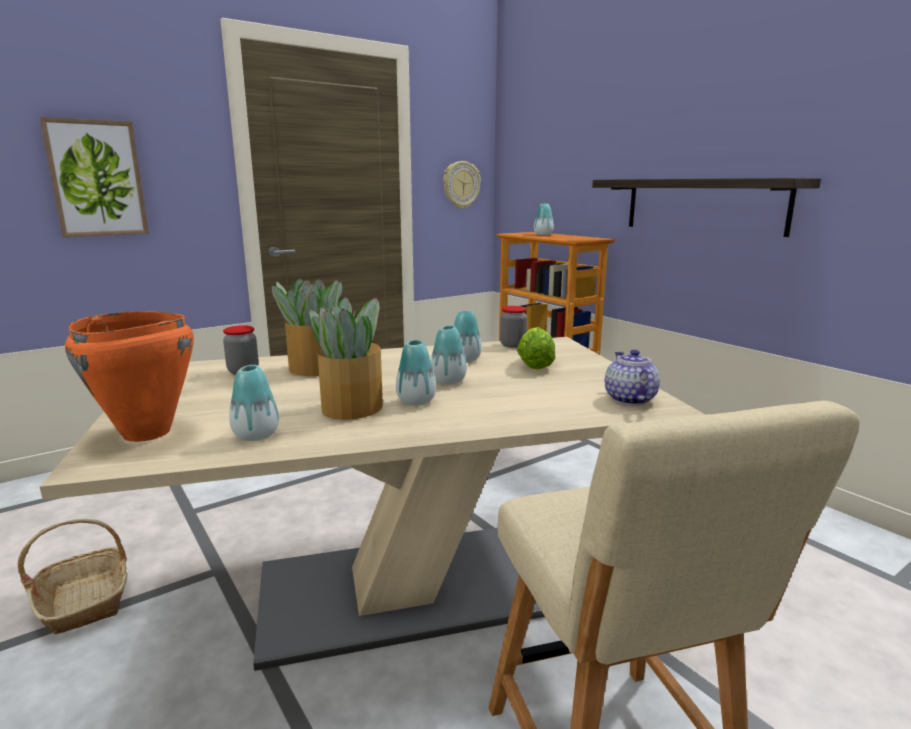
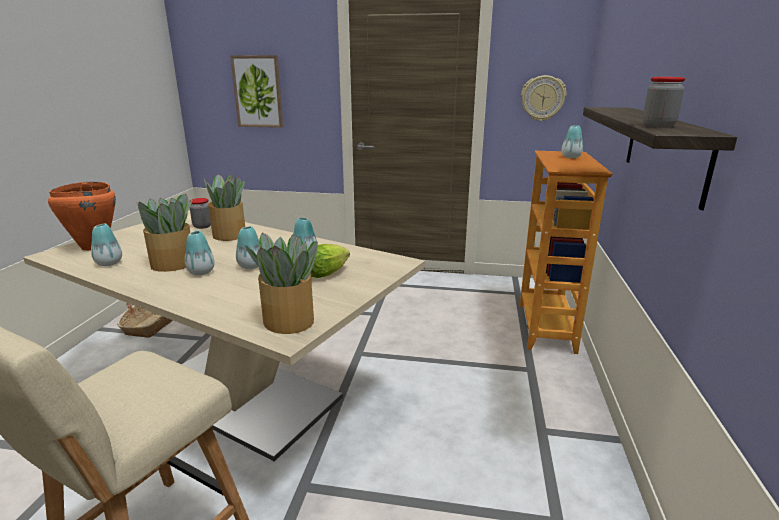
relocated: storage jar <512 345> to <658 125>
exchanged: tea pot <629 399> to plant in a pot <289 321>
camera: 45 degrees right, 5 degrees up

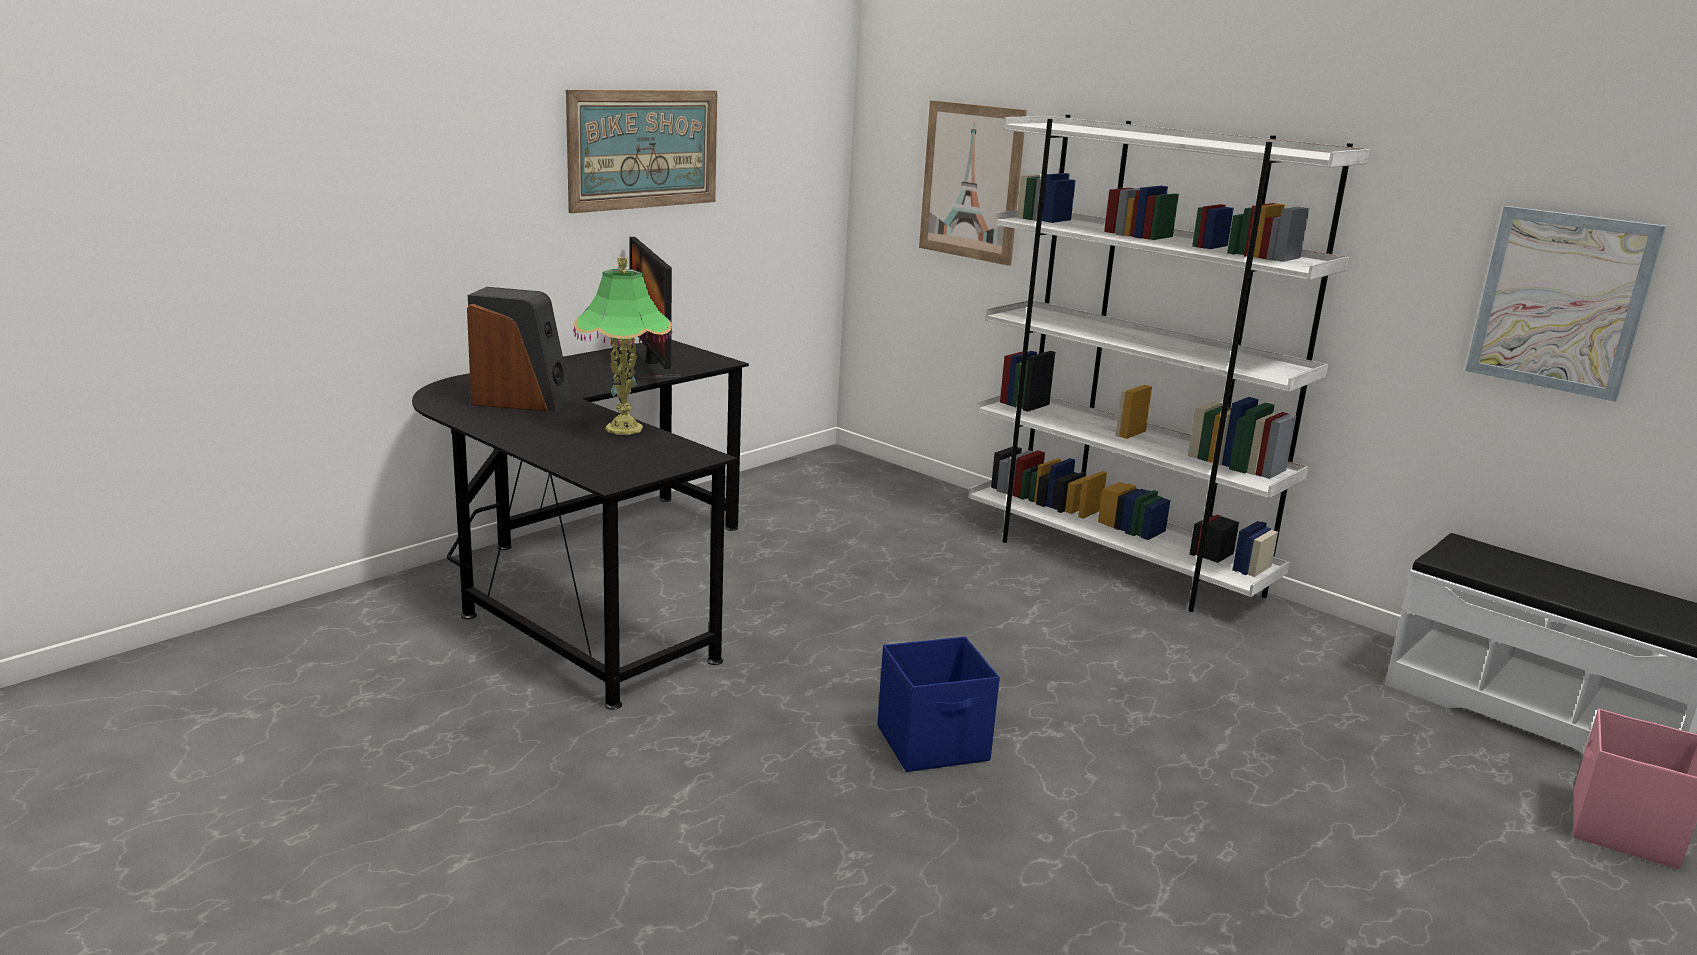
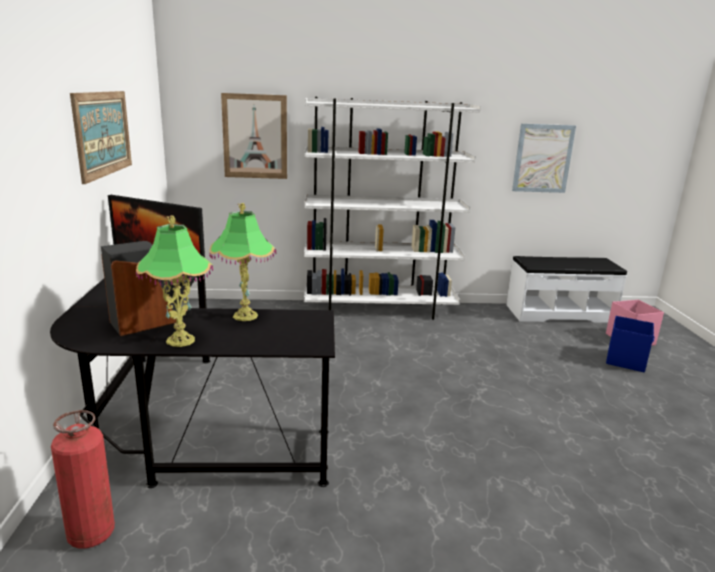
appeared: tabletop lamp <180 340>; extinguisher <91 534>
relocated: bluish storage bin <934 744> to <626 360>
camera: 45 degrees left, 0 degrees up

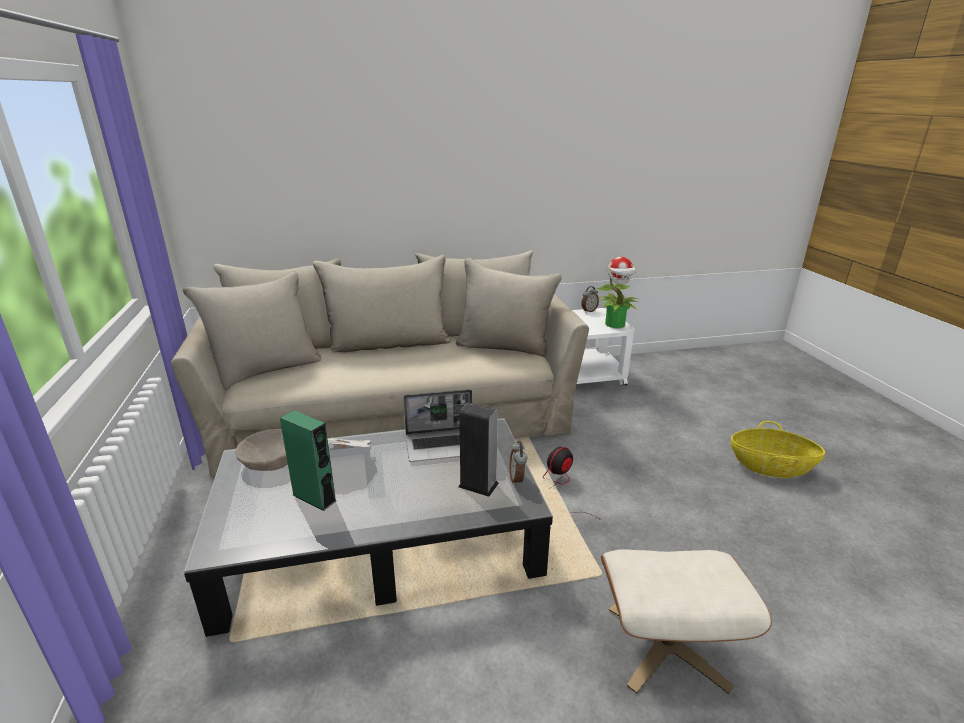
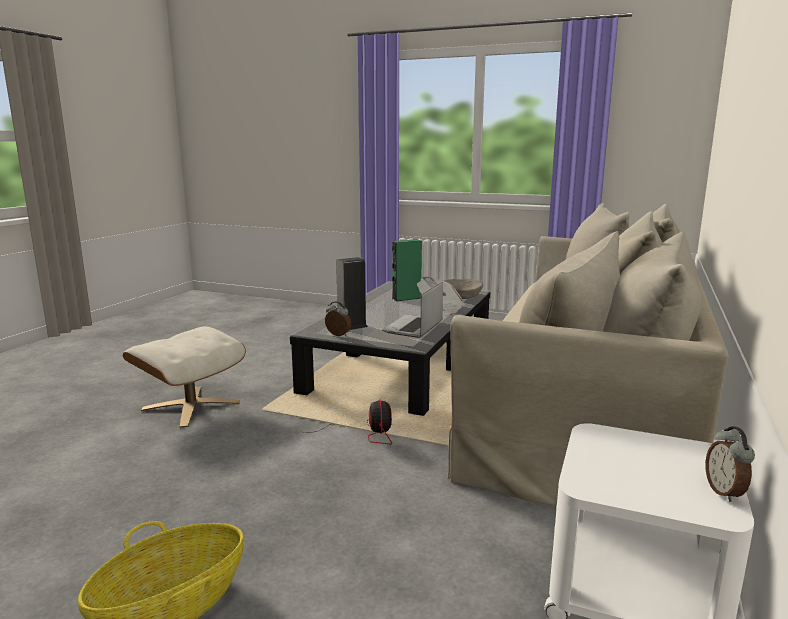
missing: plant in a pot <615 324>
camera: 125 degrees right, 10 degrees down

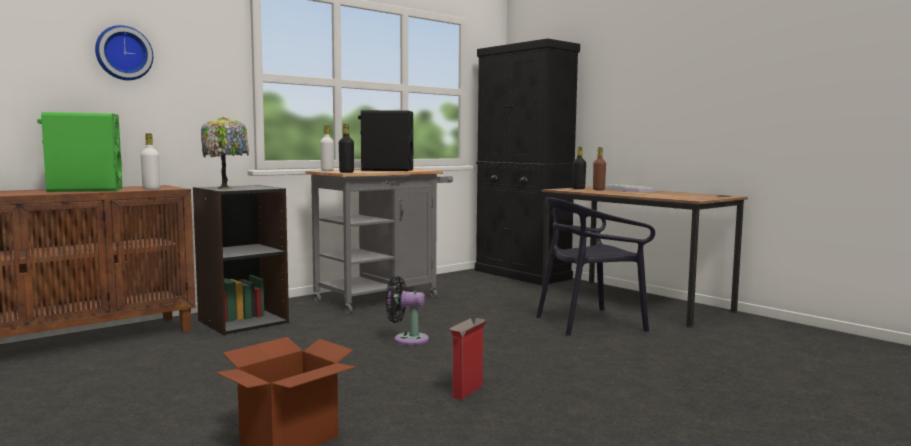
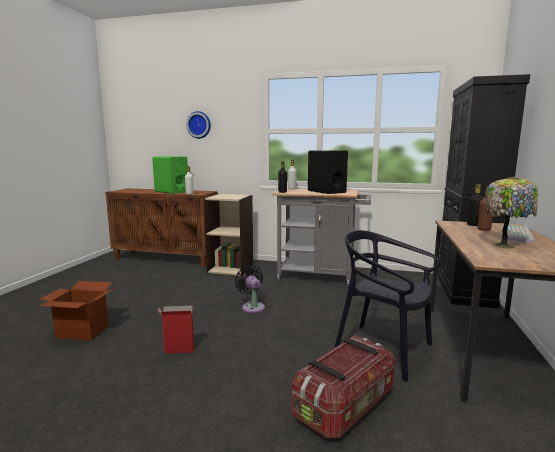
appeared: storage bin <346 406>
relocated: tabletop lamp <226 188> to <505 246>
colour: black bookcase <243 321> to sand-coloured bookcase <231 268>
camera: 55 degrees right, 5 degrees up

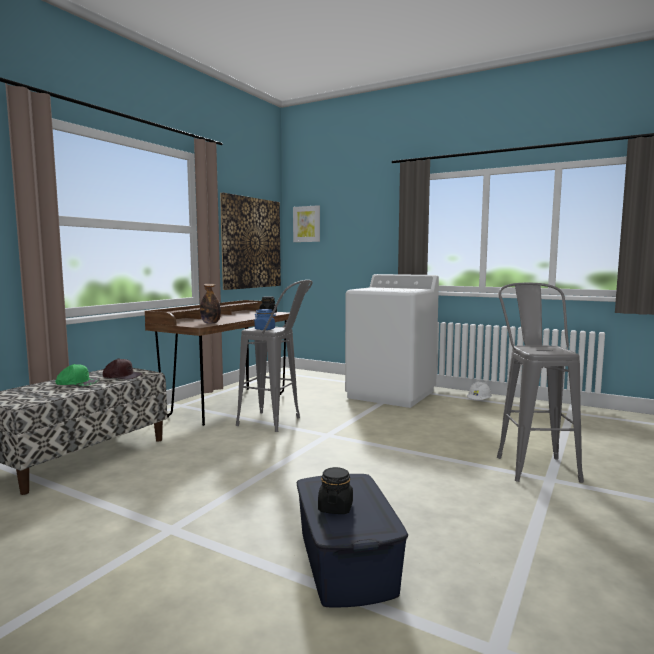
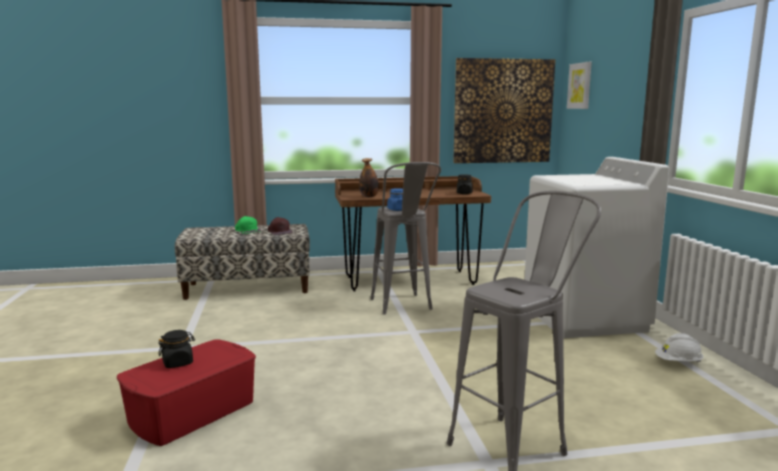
colour: bluish storage bin <345 562> to reddish storage bin <192 412>
camera: 50 degrees right, 5 degrees up

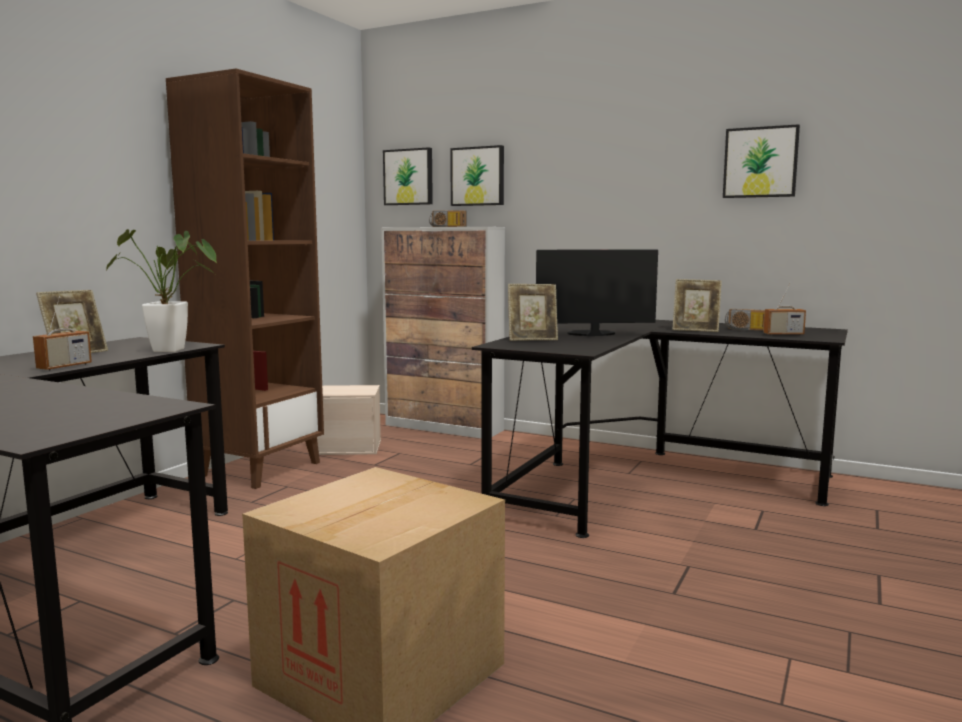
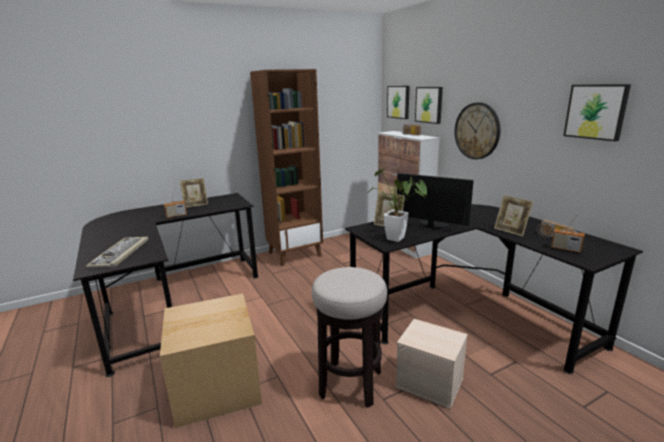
appeared: hanging clock <477 131>; PC keyboard <121 254>; stool <350 384>
relocated: plant in a pot <176 350> to <399 239>; sand-coloured storage bin <350 447> to <430 382>
camera: 35 degrees right, 10 degrees up

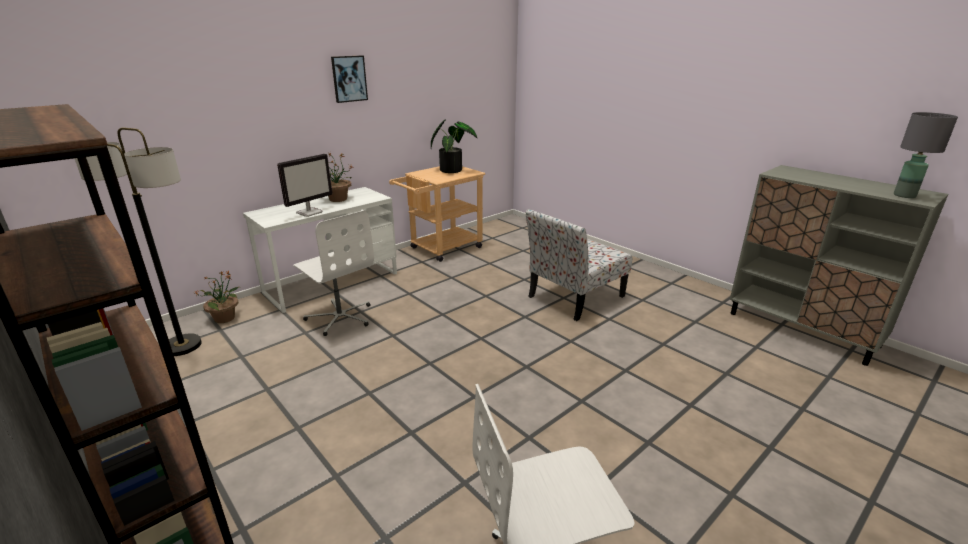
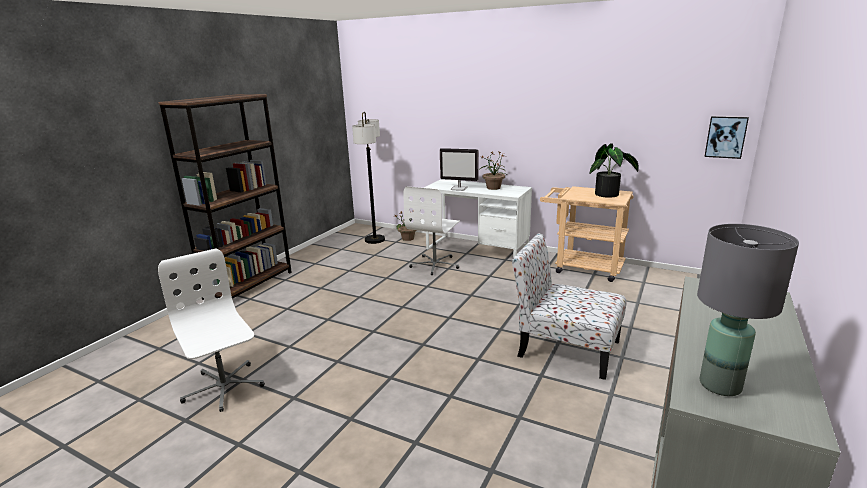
relocated: picture <349 79> to <725 137>
camera: 70 degrees right, 5 degrees down

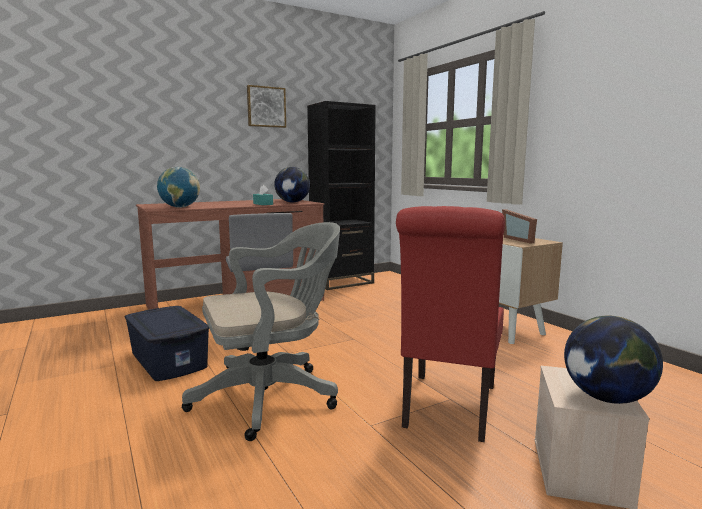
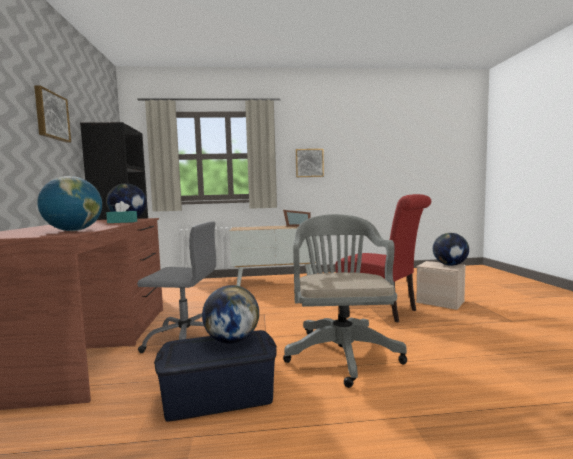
appeared: picture <309 163>; desk globe <232 340>
camera: 65 degrees left, 5 degrees down

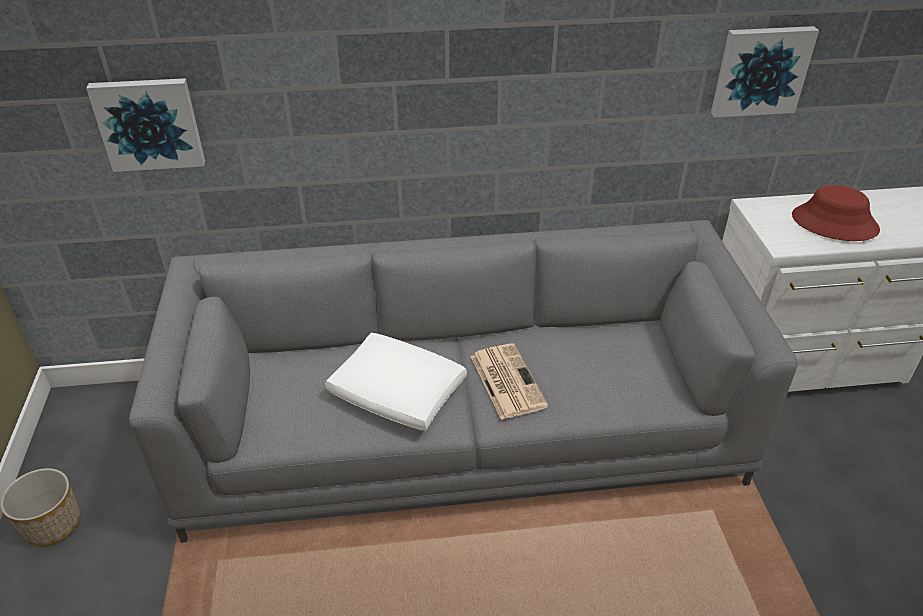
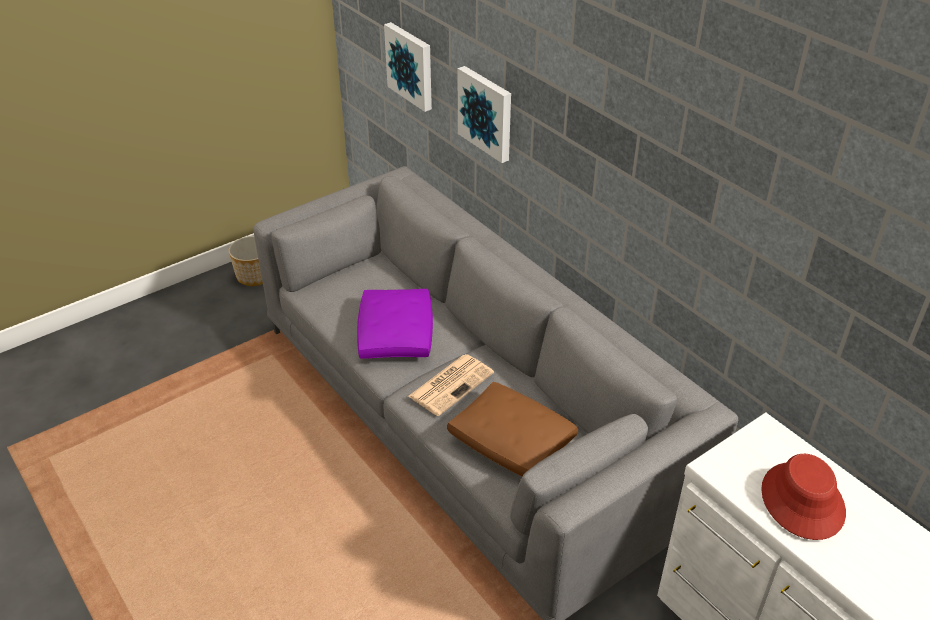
appeared: brown pillow <512 442>
relocated: picture <760 70> to <486 113>
colour: white-coloured pillow <396 392> to purple pillow <395 333>
camera: 60 degrees right, 0 degrees up

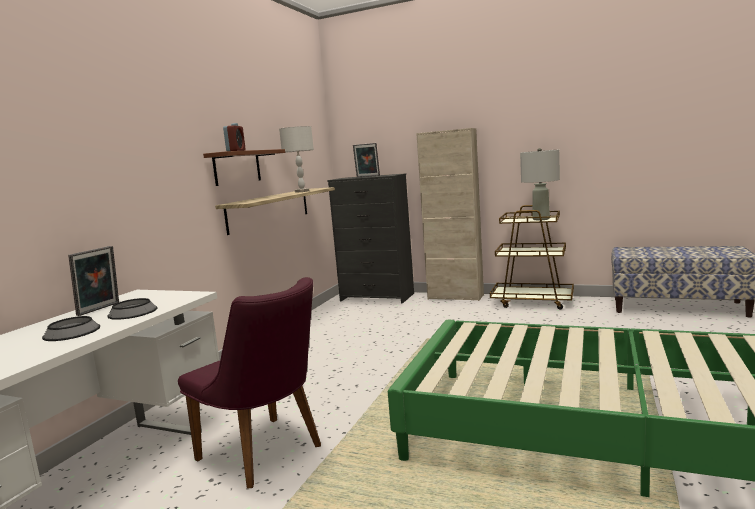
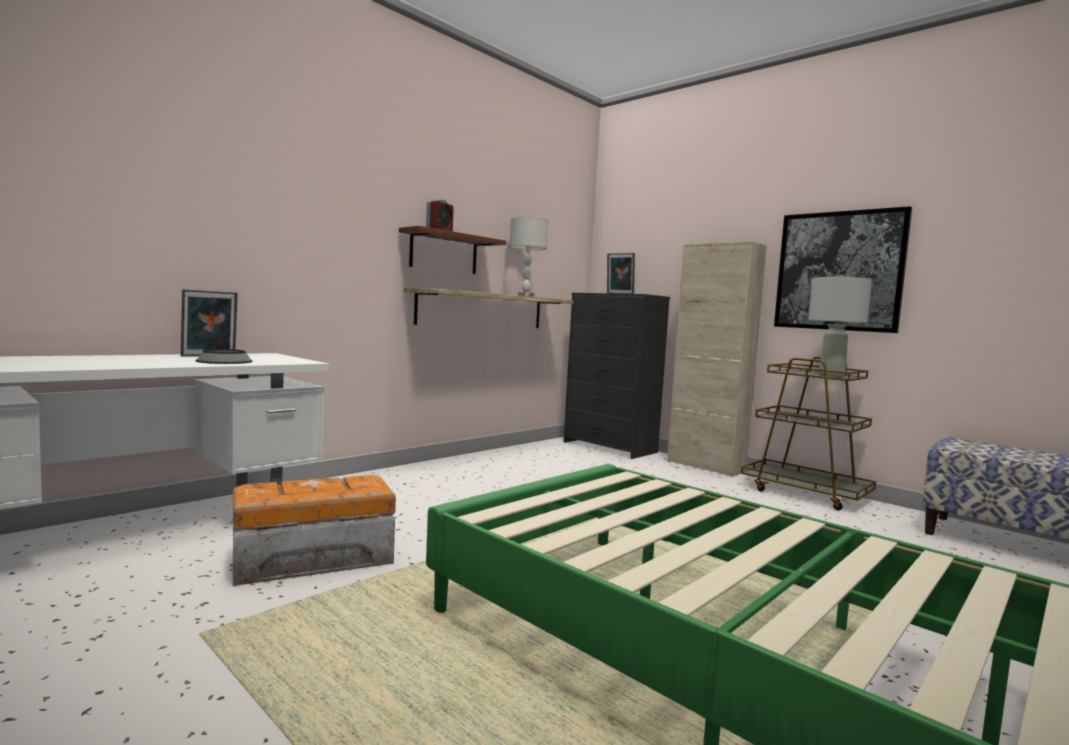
missing: bowl <72 332>
appeared: picture <839 271>
exchanged: purple plain chair <267 455> to storage bin <311 559>
camera: 20 degrees right, 5 degrees down

